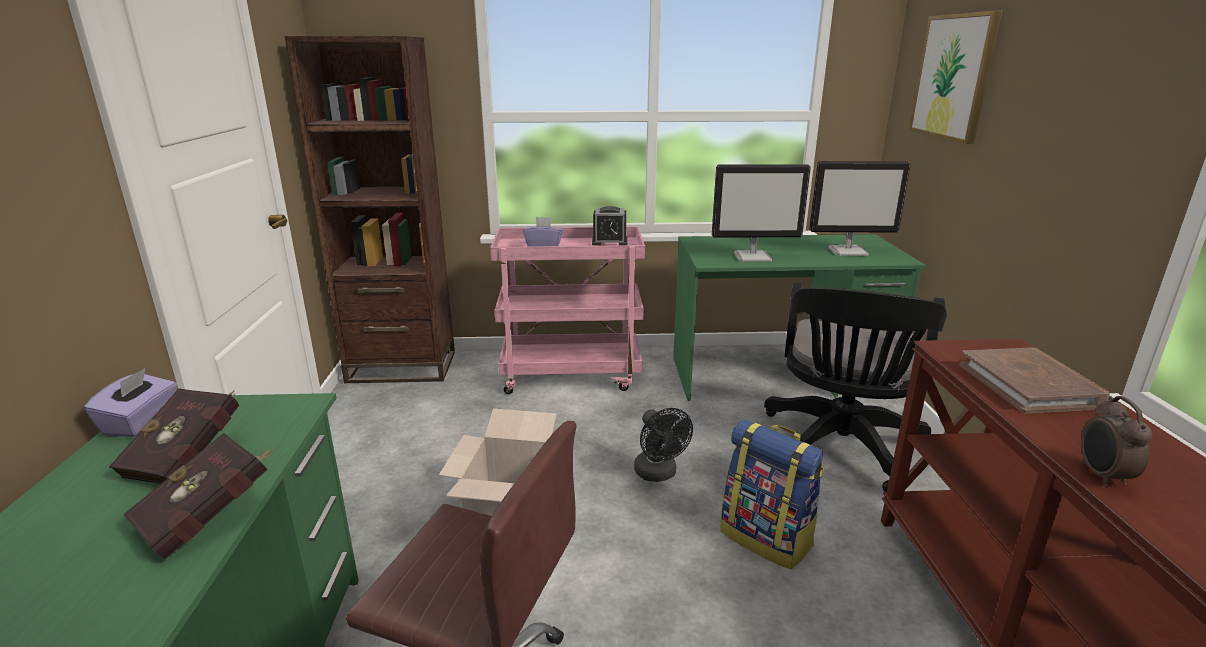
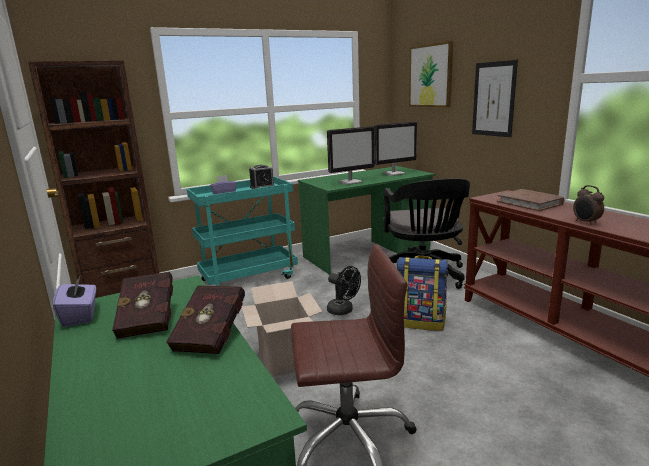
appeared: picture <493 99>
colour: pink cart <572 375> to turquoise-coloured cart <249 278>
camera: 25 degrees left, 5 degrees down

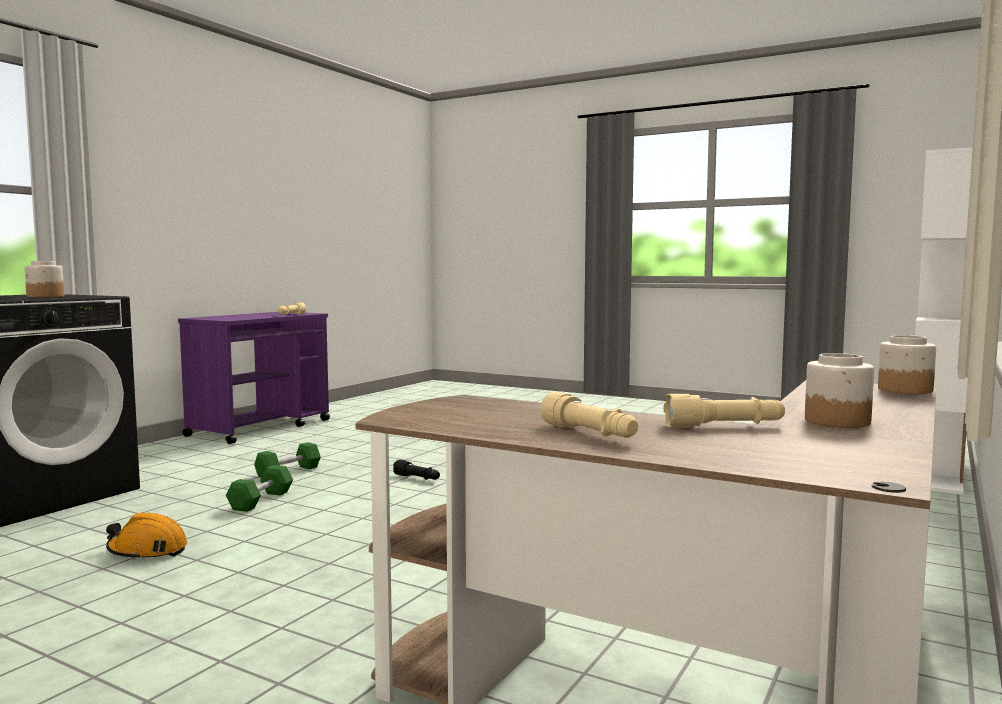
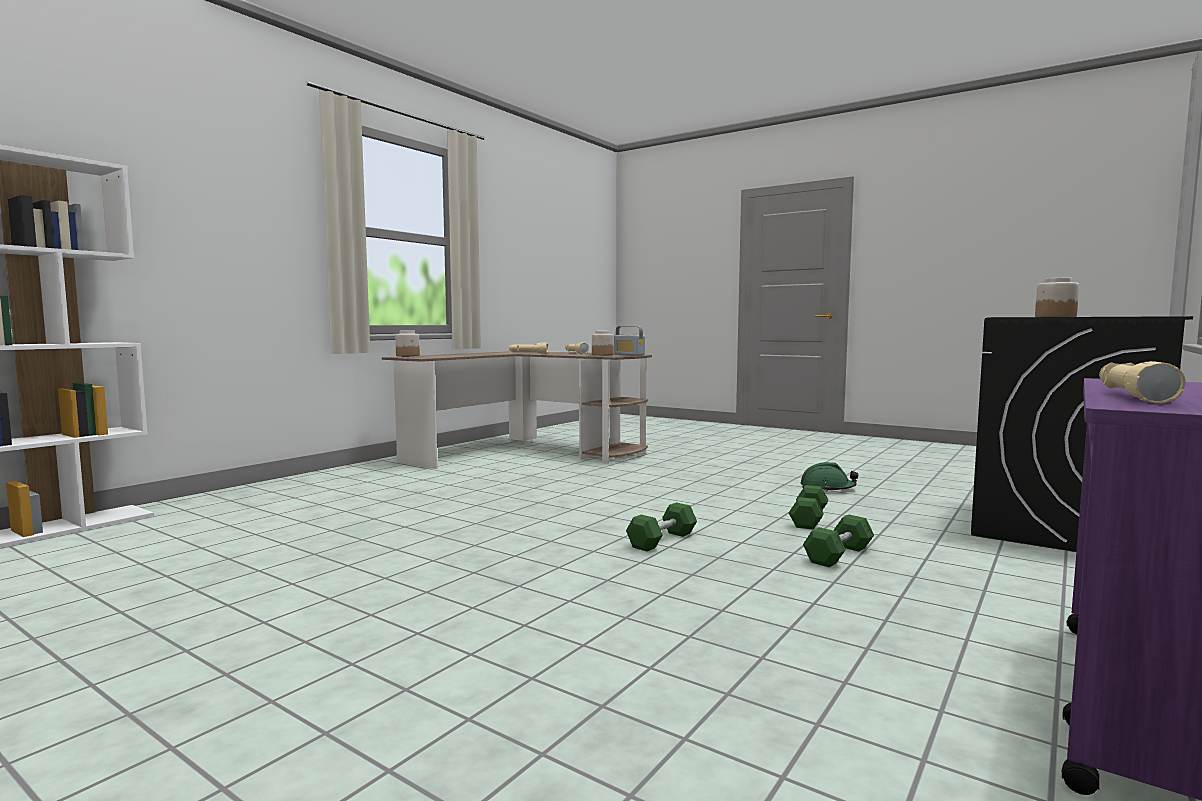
appeared: radio set <629 354>
relocated: storage jar <838 421> to <602 354>
exchanged: black hand torch <417 478> to greenish hand weight <662 540>
colour: orange work helmet <147 551> to greenish work helmet <827 488>
camera: 175 degrees left, 0 degrees up

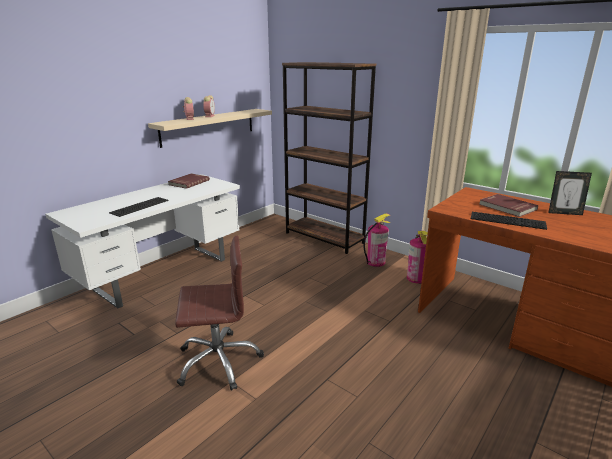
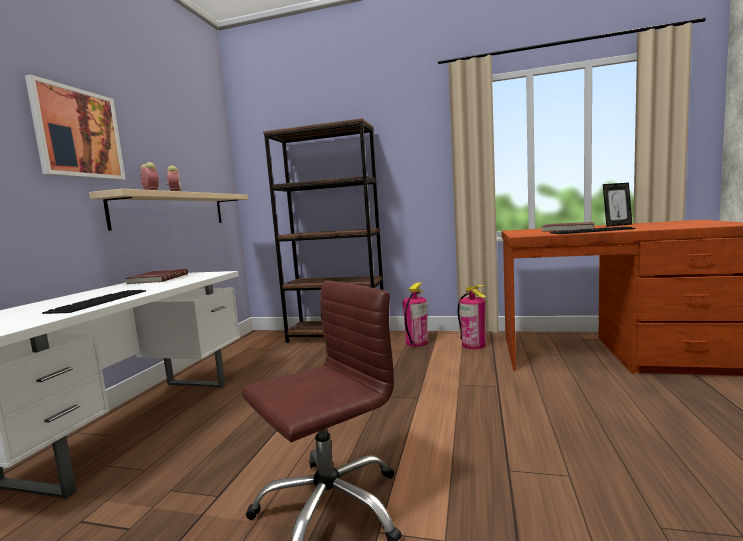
appeared: picture <78 133>
camera: 25 degrees left, 15 degrees down

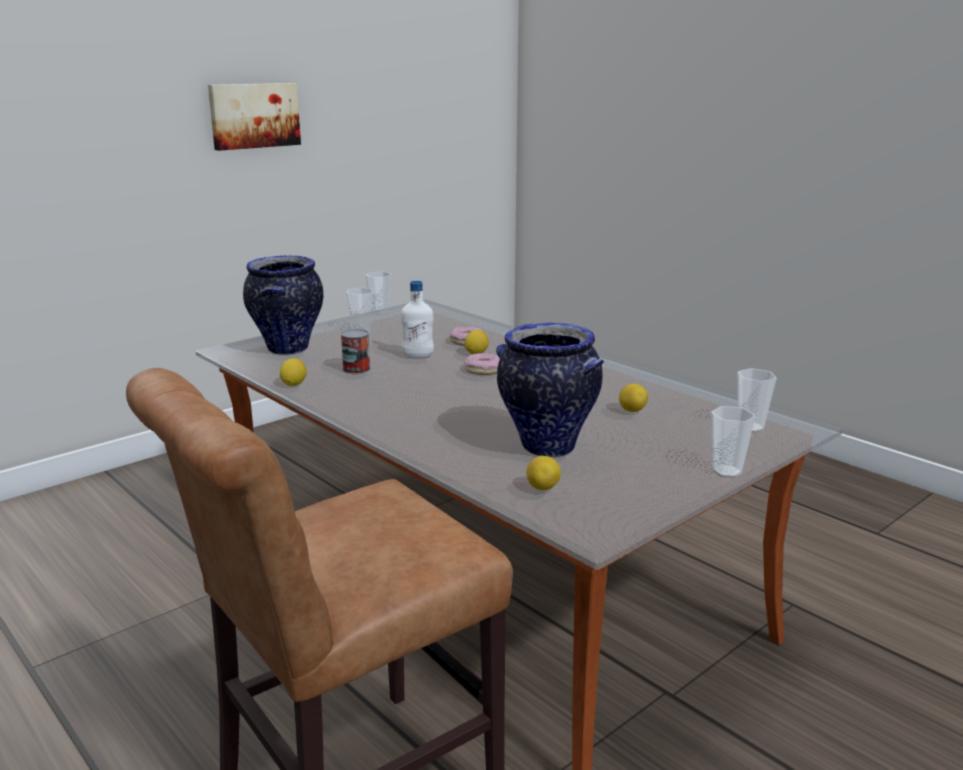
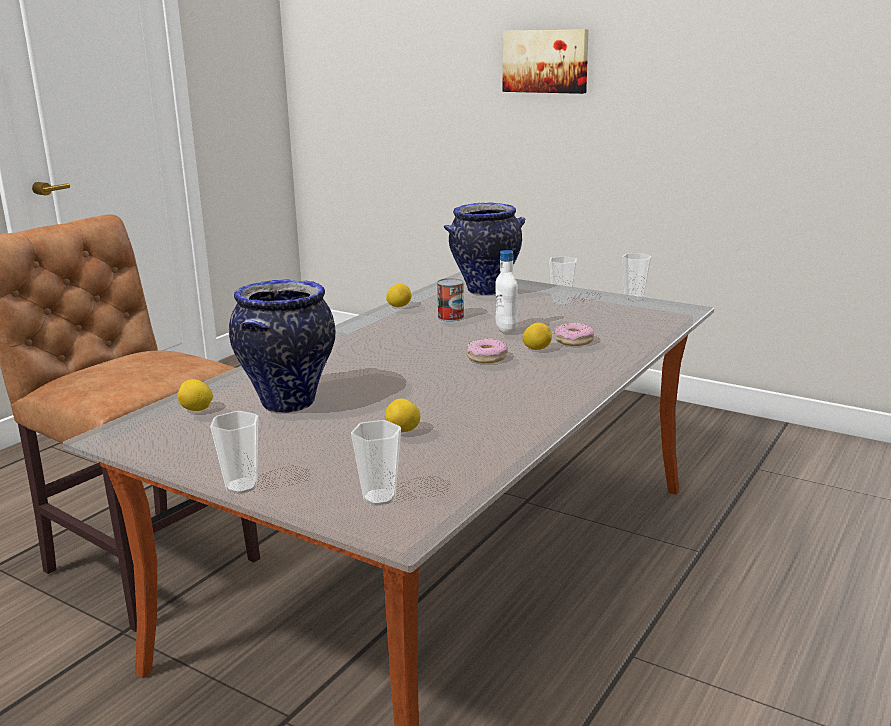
relocated: picture <254 115> to <546 61>
camera: 75 degrees right, 0 degrees up

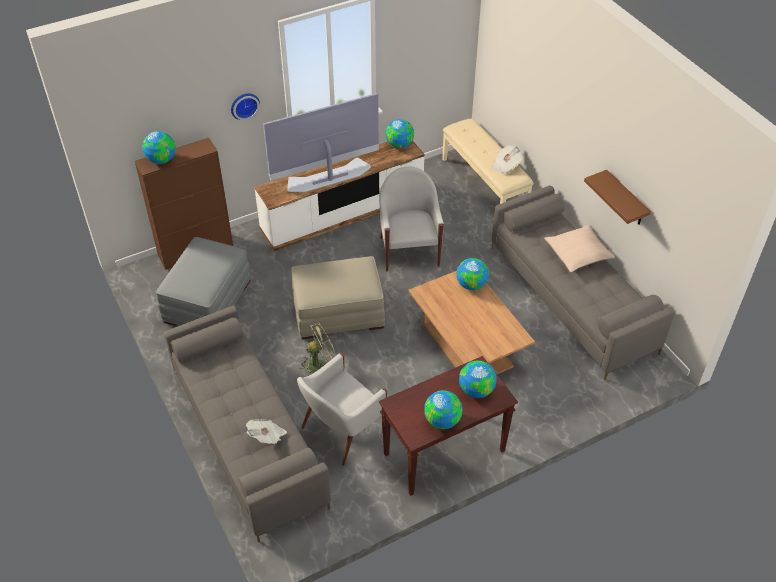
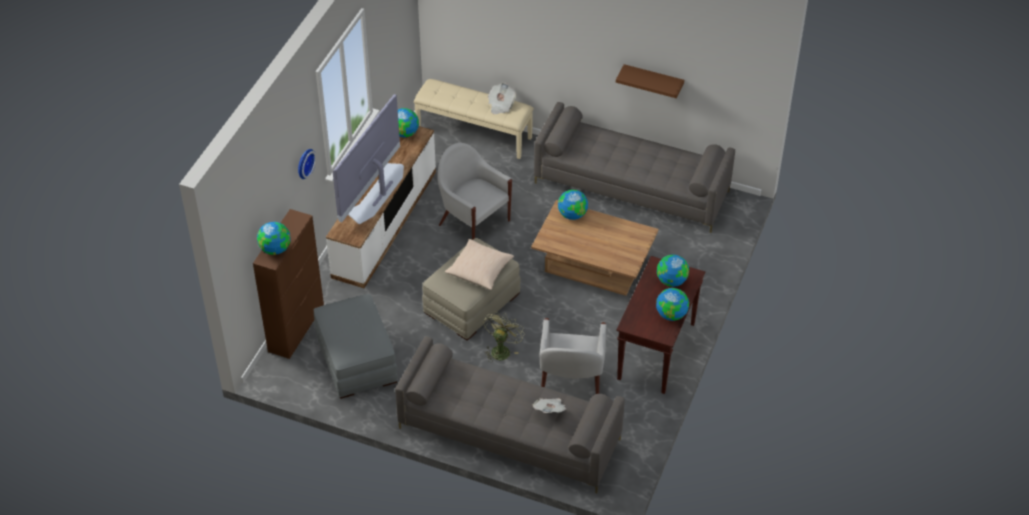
relocated: sand-coloured pillow <578 254> to <480 270>
camera: 40 degrees left, 0 degrees up

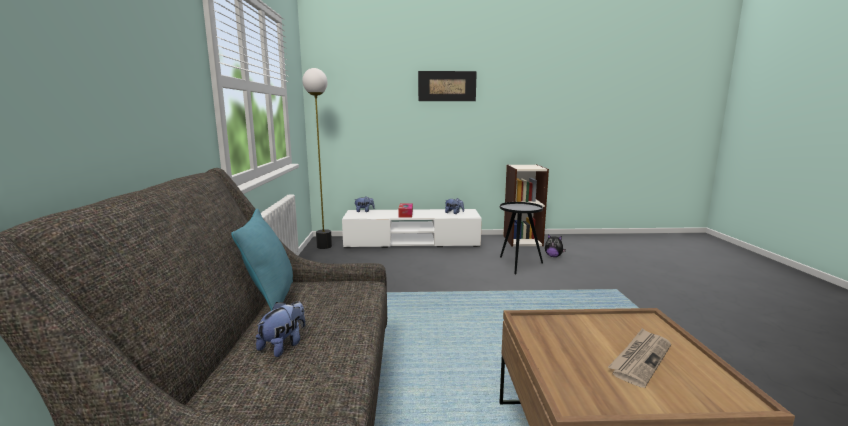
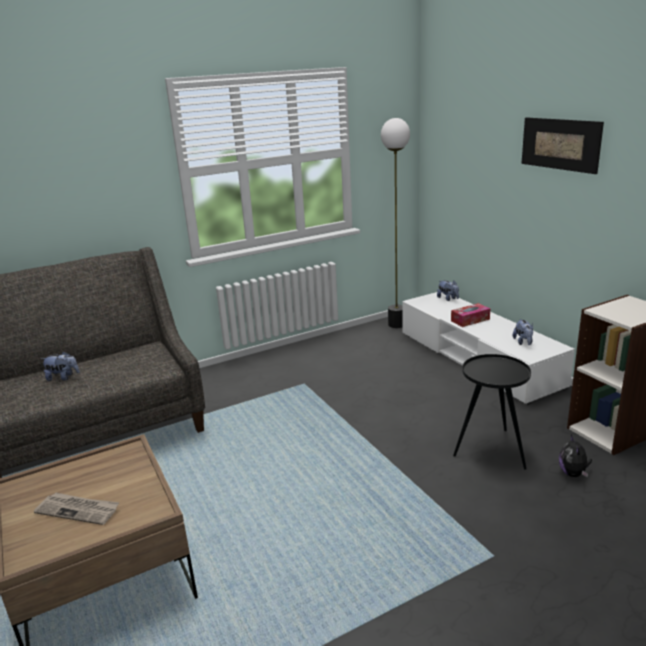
missing: turquoise-coloured pillow <271 300>
camera: 65 degrees right, 10 degrees up

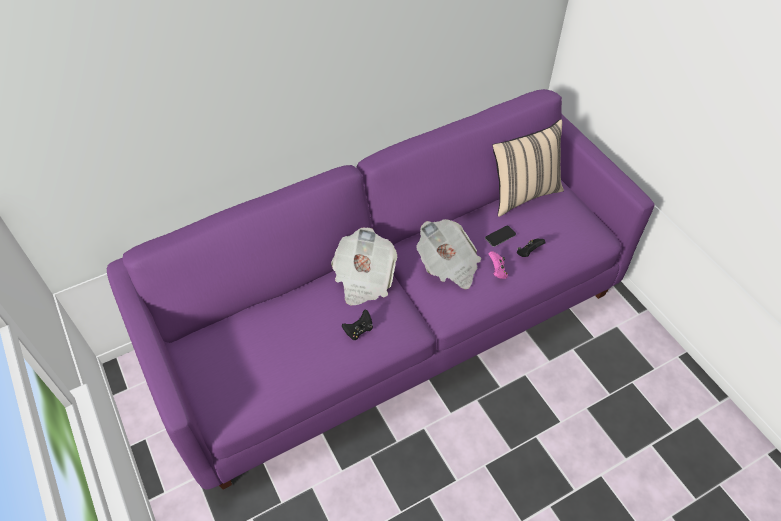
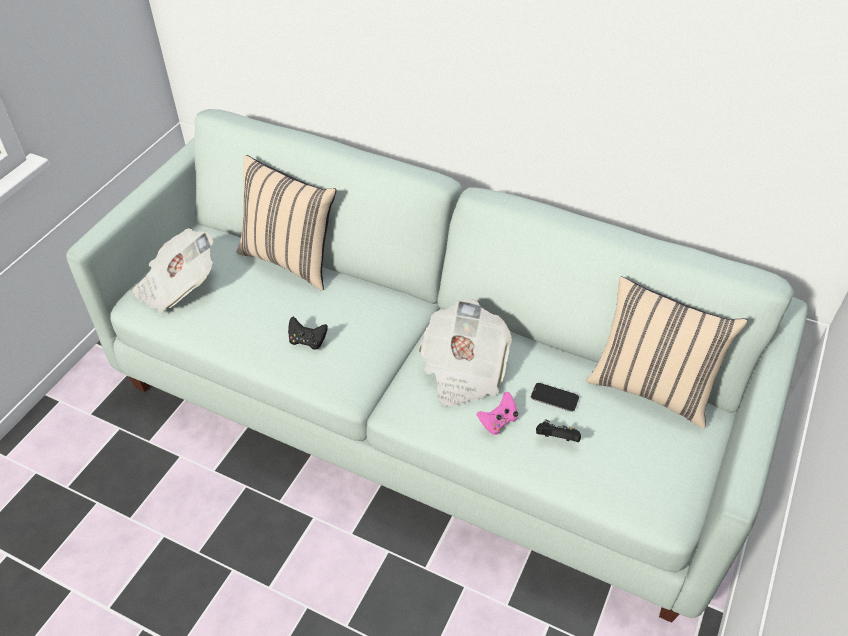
appeared: sand-coloured pillow <291 259>
relocated: printed paper <363 278> to <178 287>
colour: purple couch <390 321> to white-coloured couch <425 409>
camera: 55 degrees right, 5 degrees down

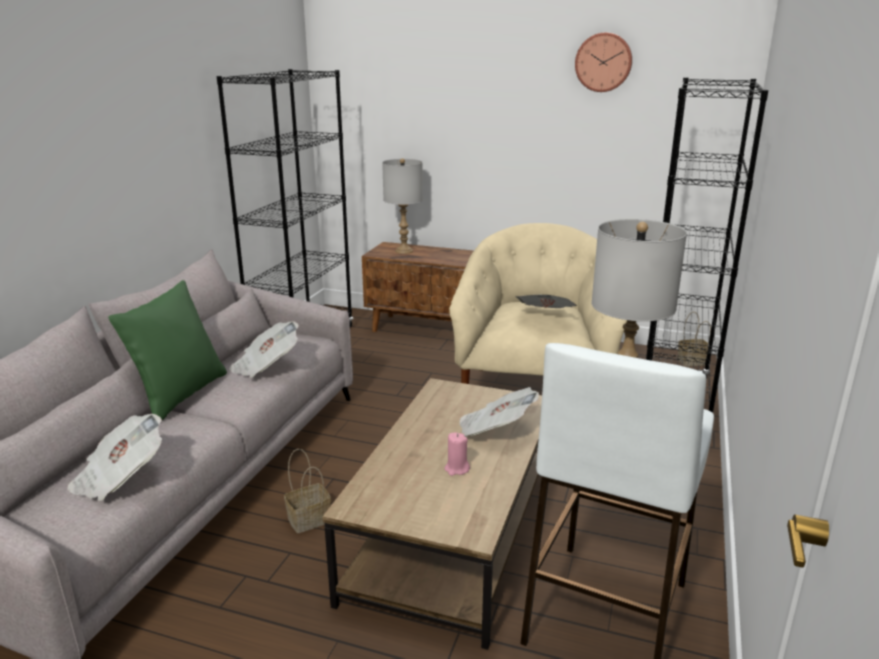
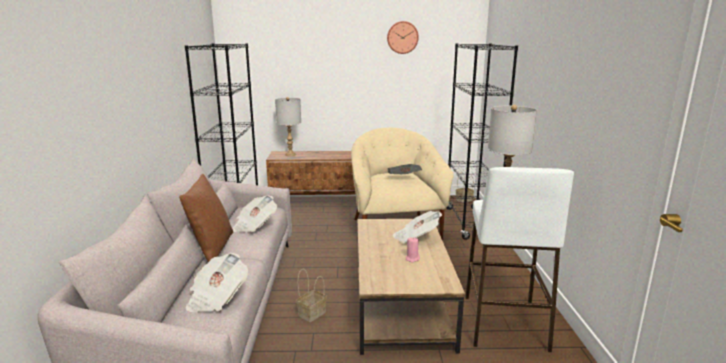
colour: greenish pillow <180 395> to brown pillow <212 249>
camera: 20 degrees left, 5 degrees down

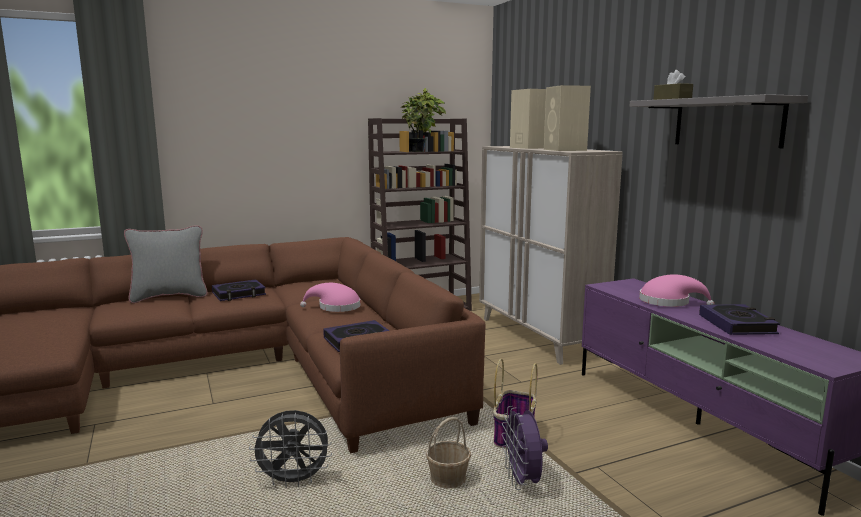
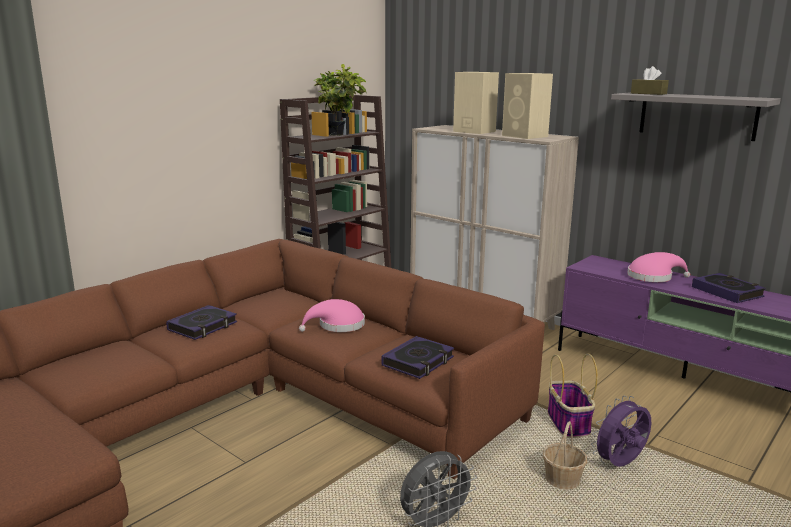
missing: grey pillow <169 296>
spun: purple electric fan <522 482> = <620 465> 90 degrees clockwise
camera: 25 degrees left, 5 degrees up

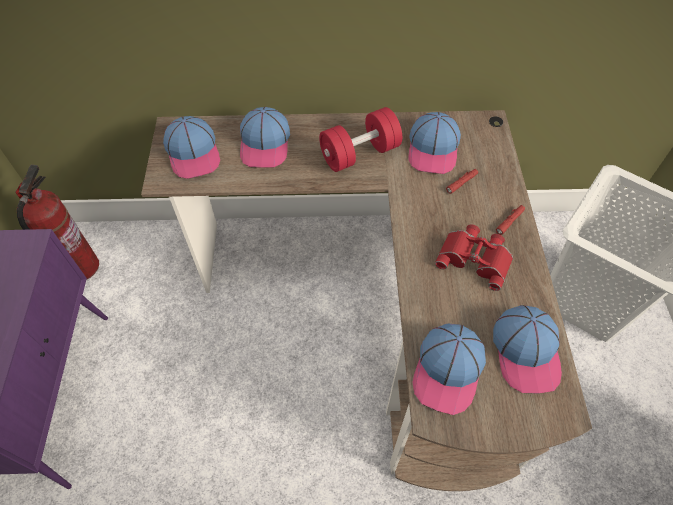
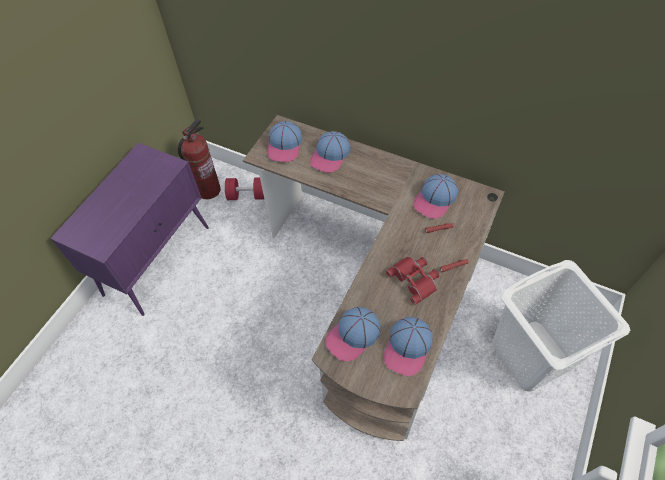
relocated: reddish hand weight <359 153> to <247 195>
camera: 30 degrees right, 0 degrees up

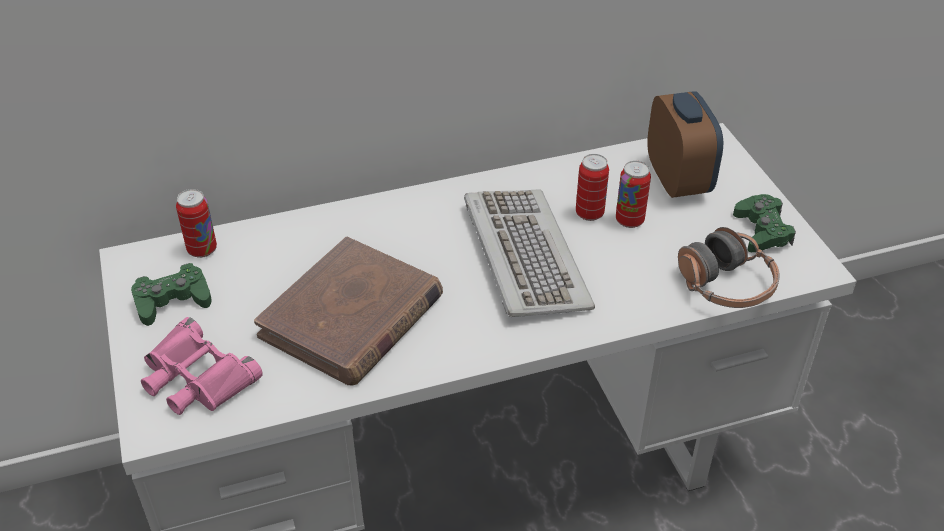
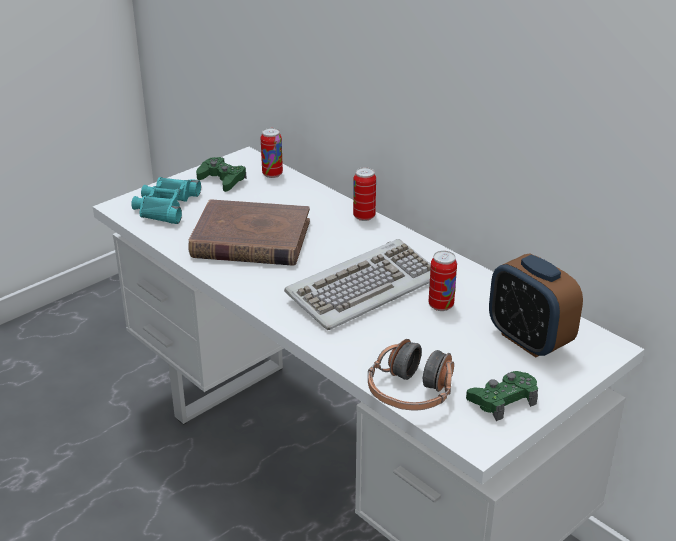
relocated: metal can <629 220> to <364 216>
colour: pink pair of binoculars <196 378> to turquoise-coloured pair of binoculars <165 206>
spun: table clock <678 180> = <529 340> 90 degrees clockwise
camera: 65 degrees right, 10 degrees down

